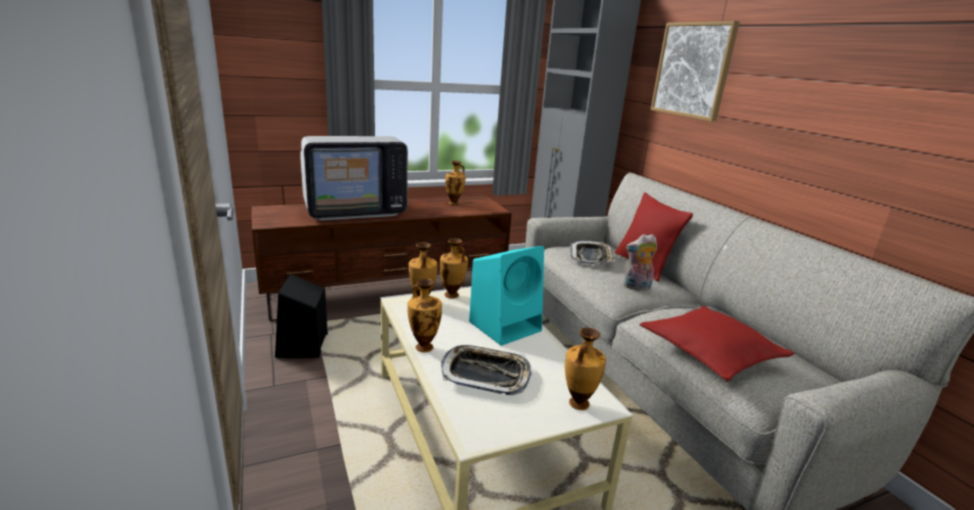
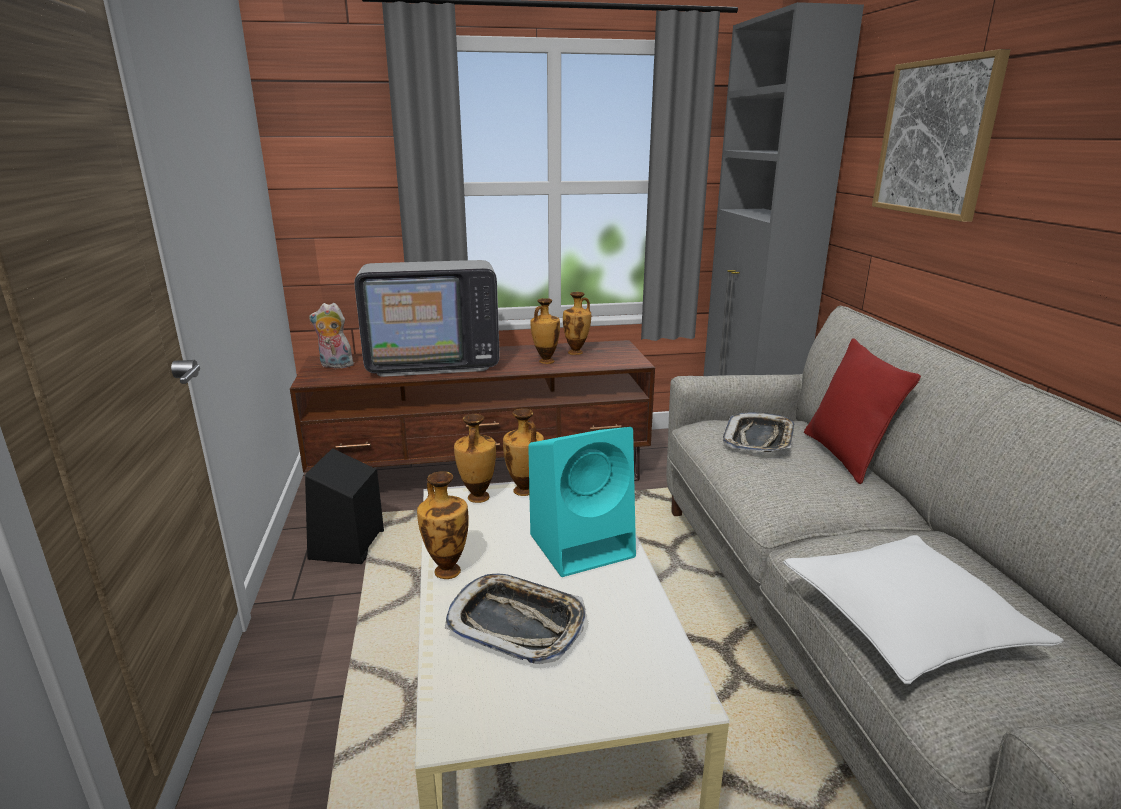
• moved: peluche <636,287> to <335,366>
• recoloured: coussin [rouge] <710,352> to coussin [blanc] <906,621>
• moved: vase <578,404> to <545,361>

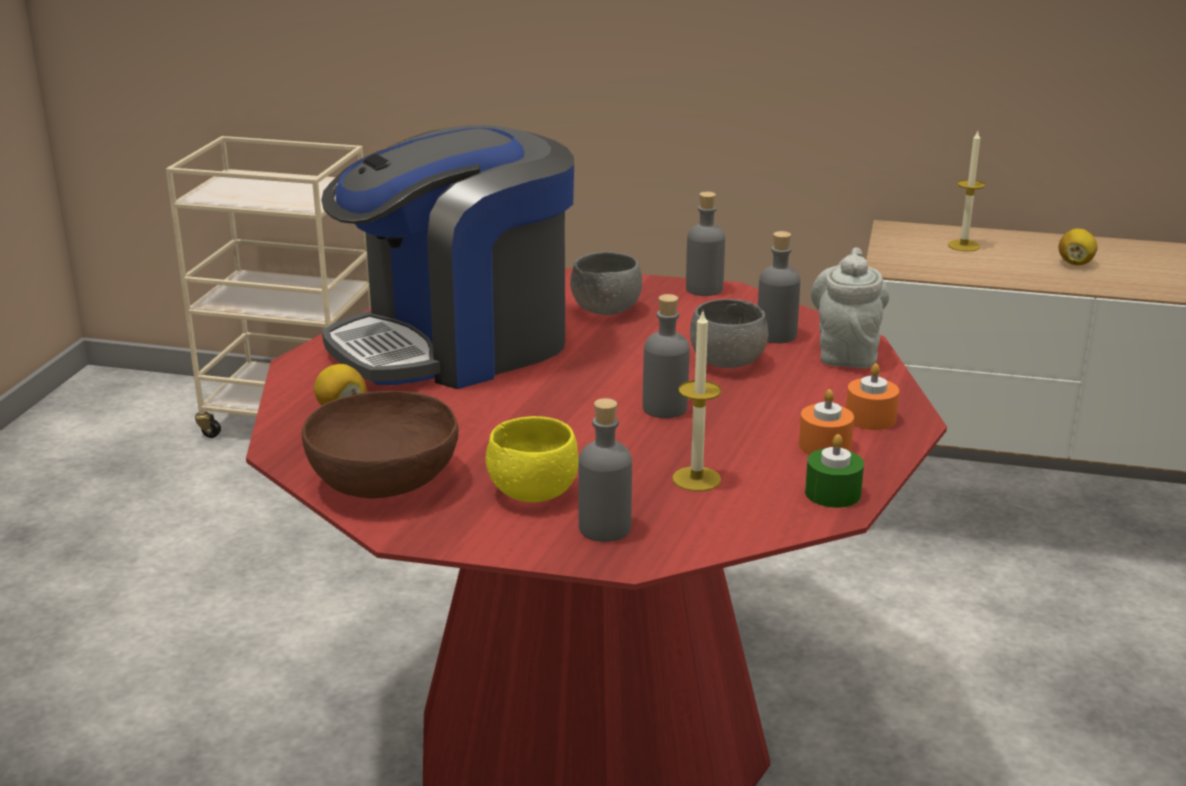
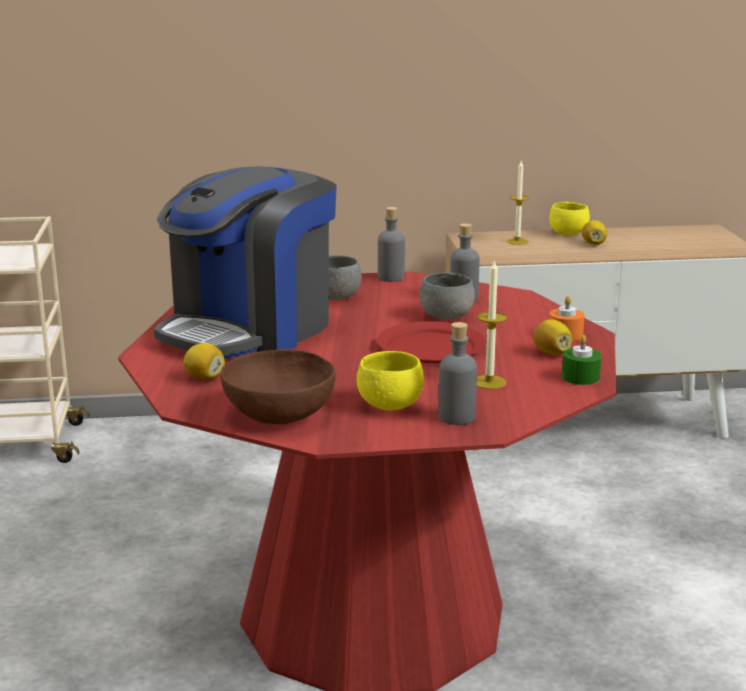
• removed: théière [gris] <846,352>
• replaced: bouteille [gris] <665,408> to assiette [rouge] <431,347>
• replaced: bougie [orange] <824,445> to citron <551,353>
• added: bol [jaune] <568,233>

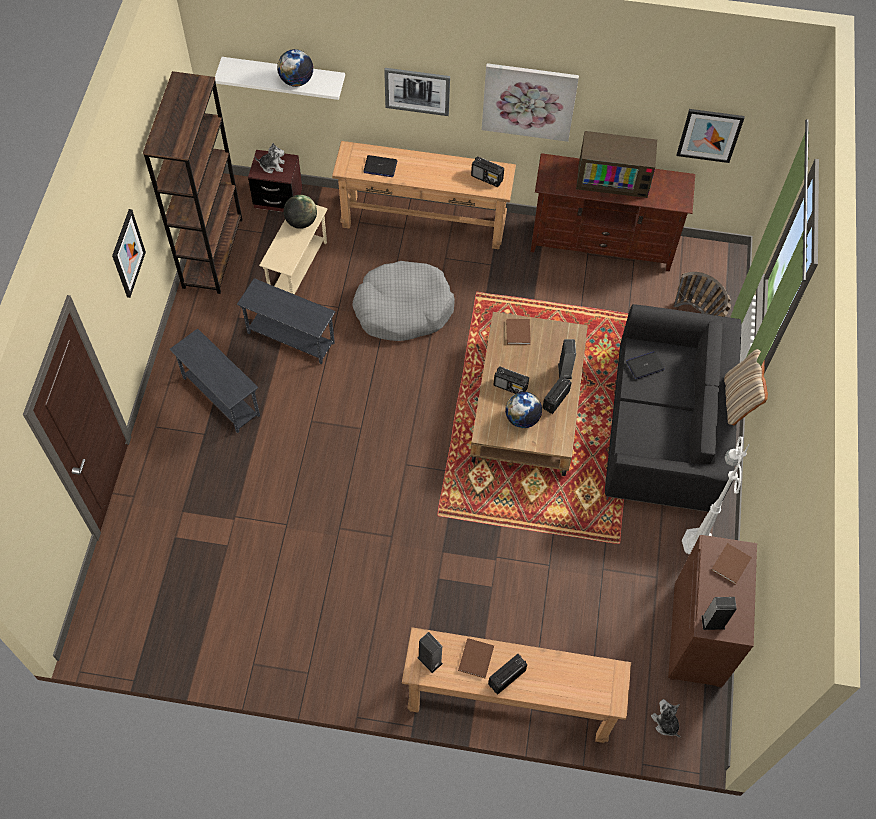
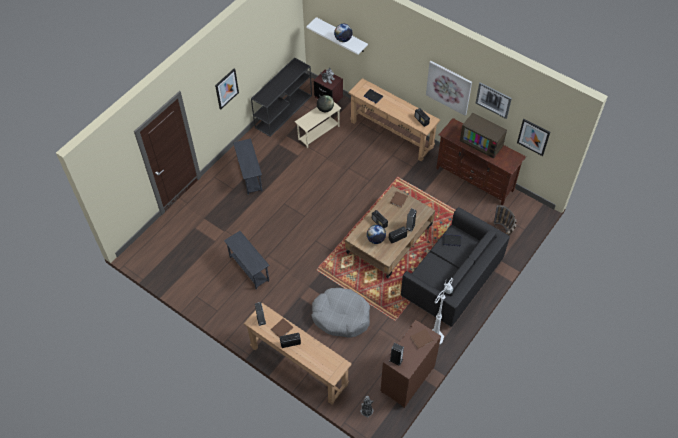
• moved: tableau <417,91> to <493,100>
• replaced: bibliothèque [marron] <212,253> to table console [noir] <284,111>
• moved: panier pour chien [gris] <403,309> to <341,316>
• moved: table d'appoint [gris] <290,338> to <249,269>
• removed: coussin [beige] <738,401>

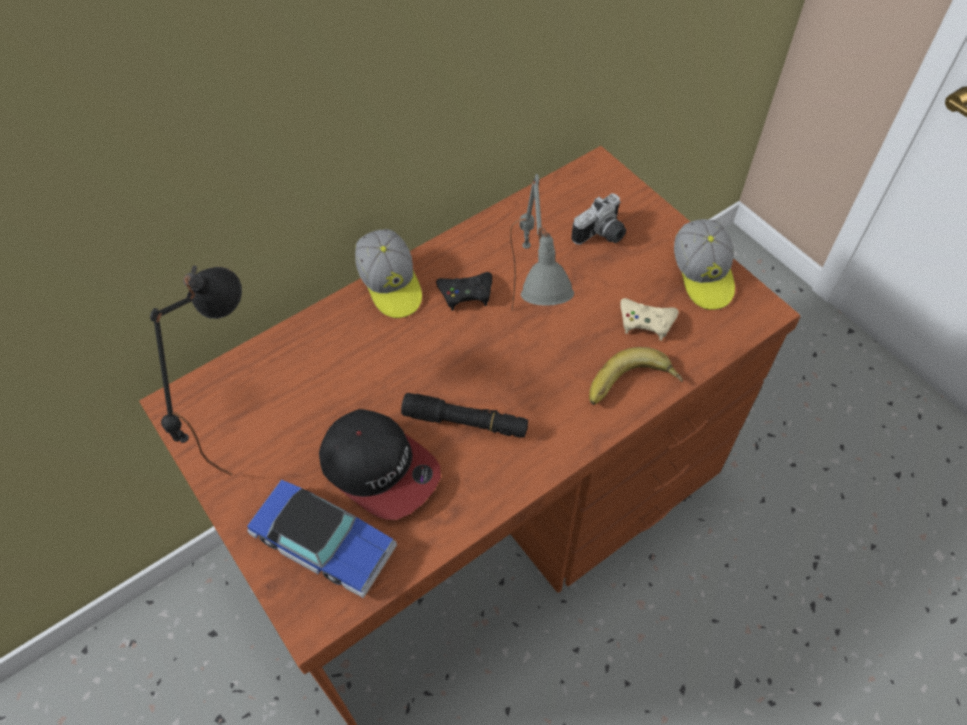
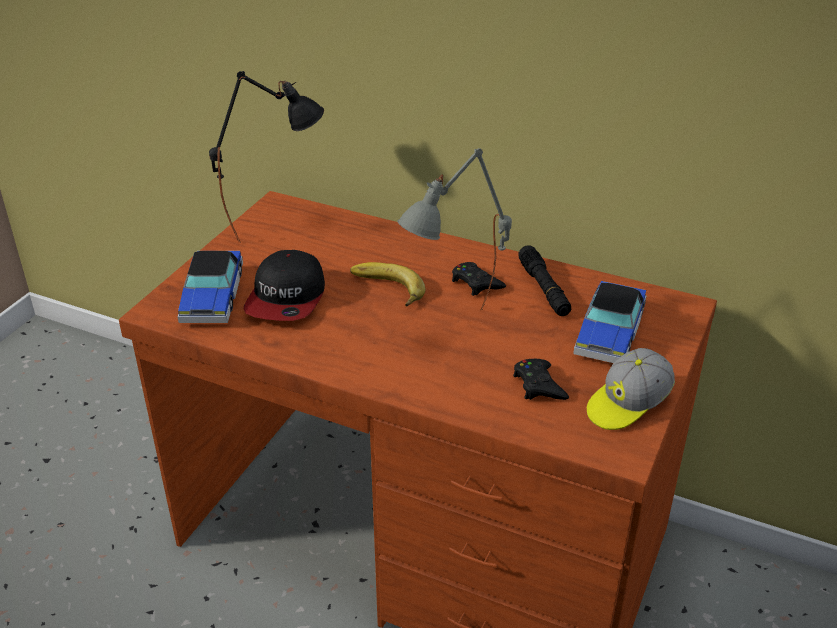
• replaced: appareil photo <602,235> to petite voiture <610,332>
• removed: casquette <390,284>
• recoloured: manette [beige] <646,321> to manette [noir] <538,385>
• moved: banane <632,387> to <385,289>
• moved: lampe de poche [noir] <465,422> to <544,289>

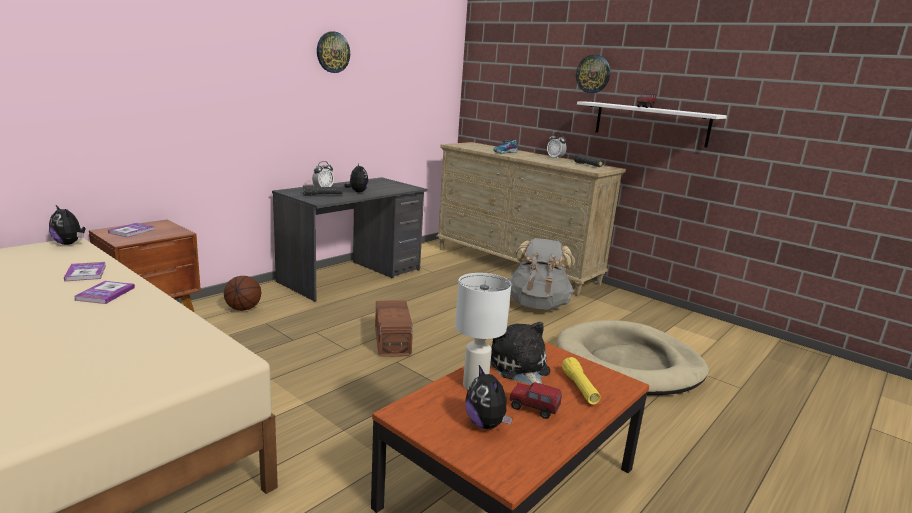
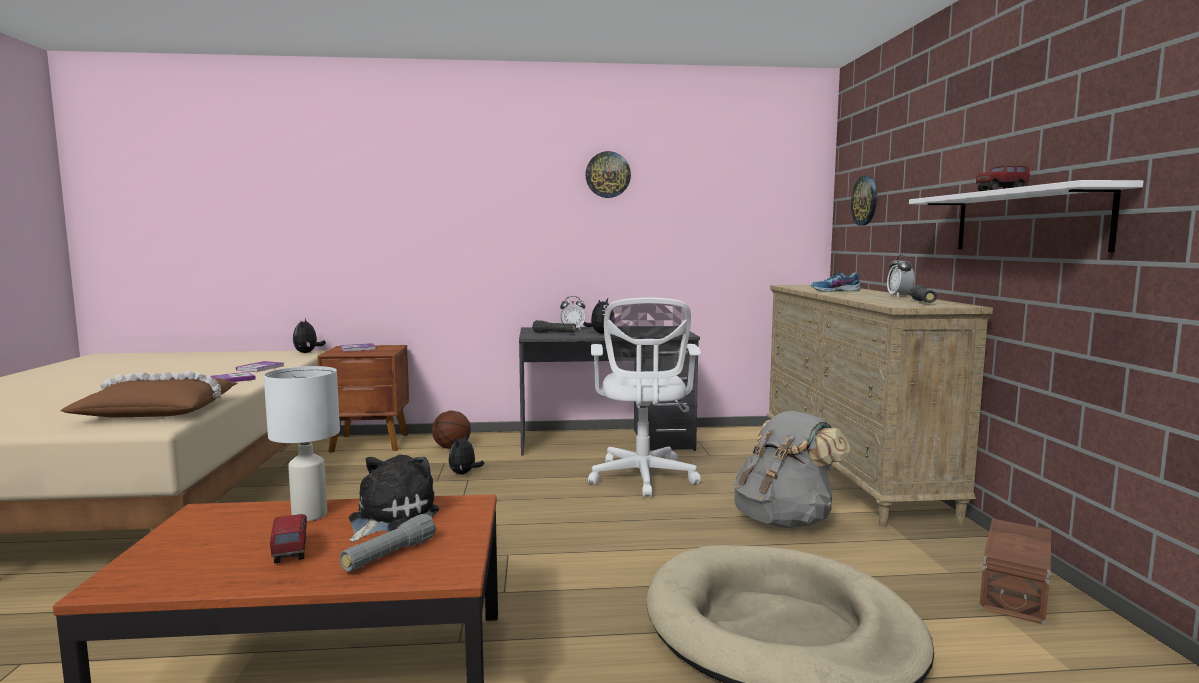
• moved: horloge murale <593,74> to <865,200>
• moved: boîte de rangement [marron] <393,341> to <1016,592>
• recoloured: lampe de poche [jaune] <579,388> to lampe de poche [gris] <389,555>
• moved: peluche <486,424> to <464,473>
• added: chaise de bureau [blanc] <643,478>
• added: coussin [marron] <159,410>

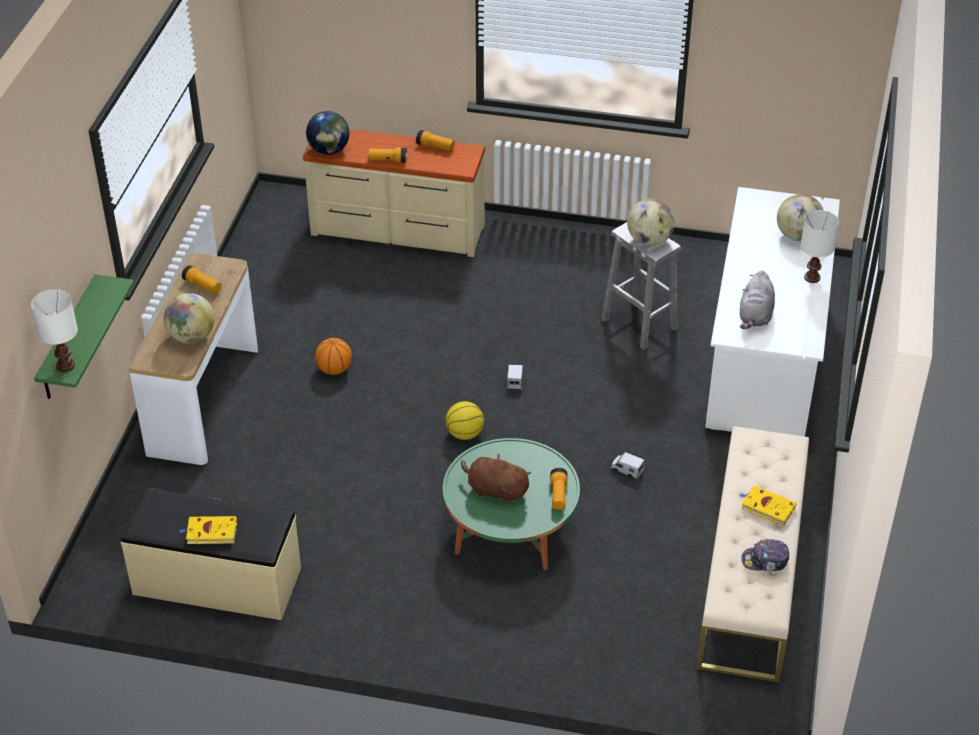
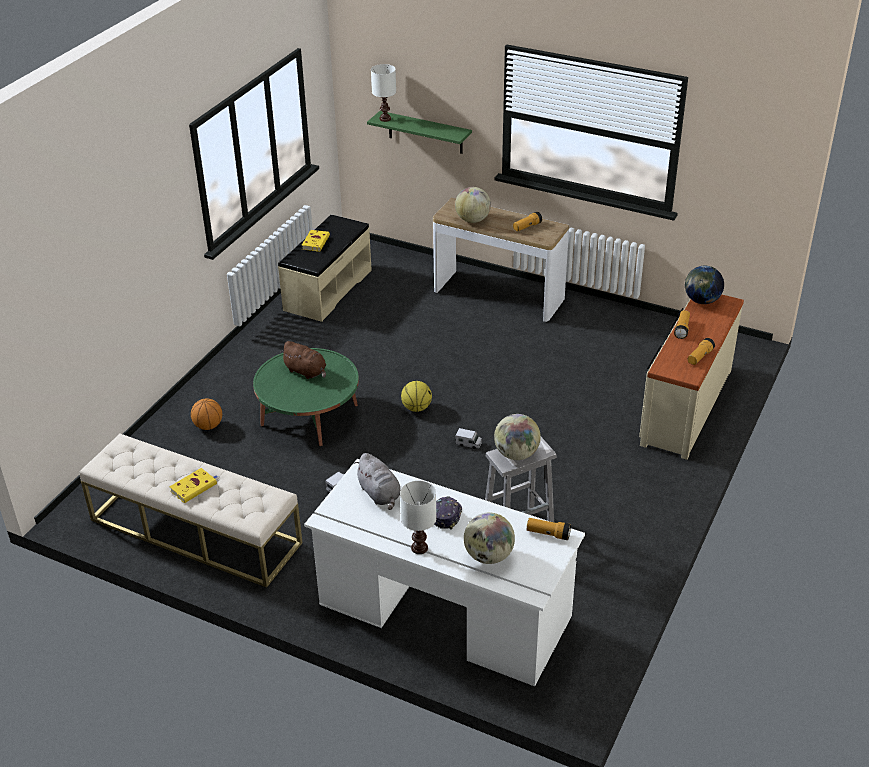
• turned: peluche [gris] <755,316> = <380,494> 150 degrees counterclockwise
• moved: ballon de basket <334,369> to <208,426>
• turned: peluche [marron] <495,491> = <306,372> 90 degrees clockwise
• moved: lampe de poche <558,495> to <548,534>
• moved: casquette <765,561> to <446,515>

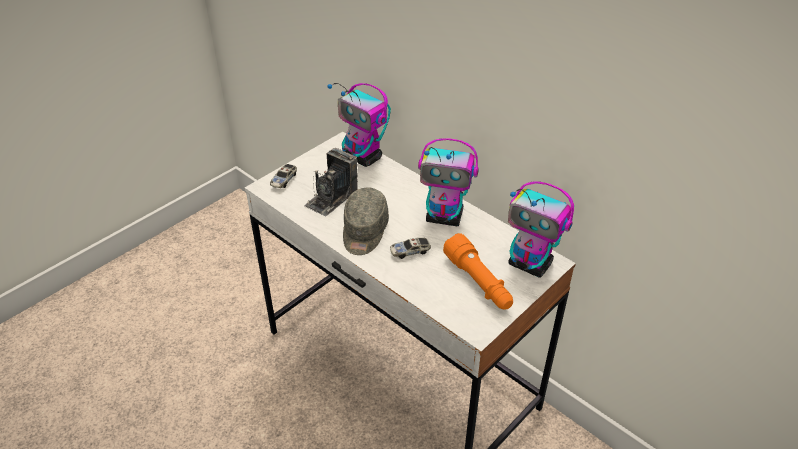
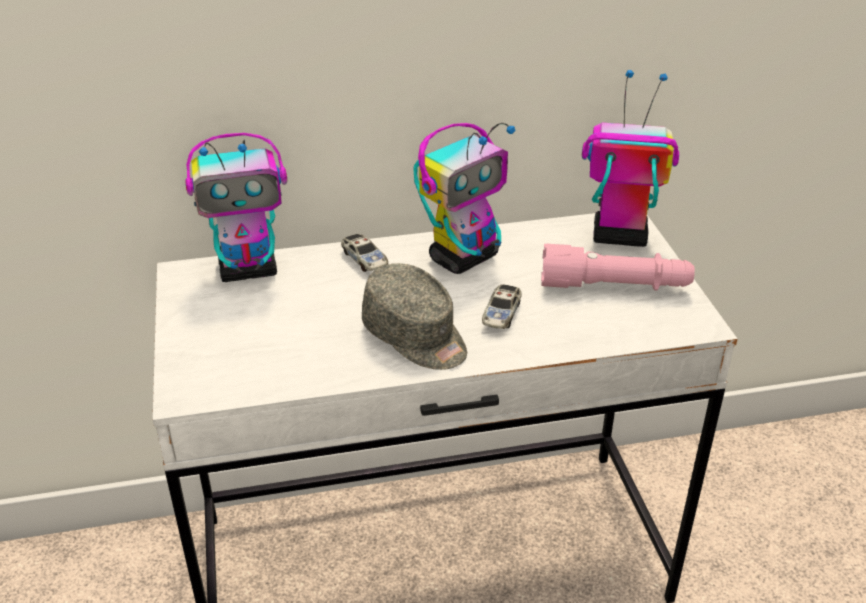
• removed: appareil photo <331,198>
• moved: petite voiture <284,180> to <365,260>
• turned: robot jouet <531,265> = <618,236> 150 degrees counterclockwise
• recoloured: lampe de poche [orange] <478,282> to lampe de poche [rose] <614,286>

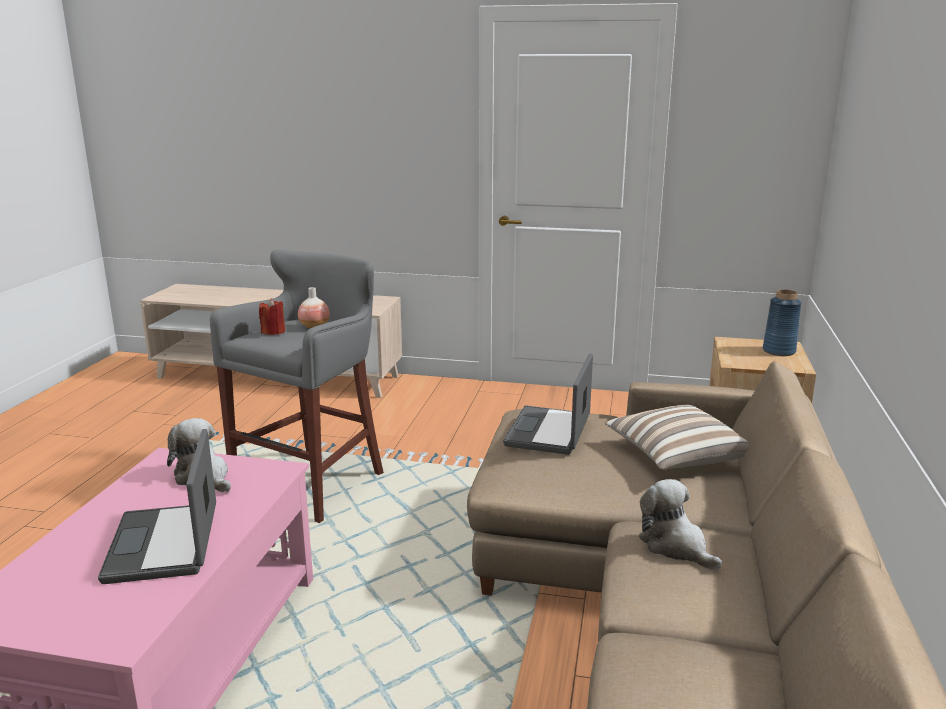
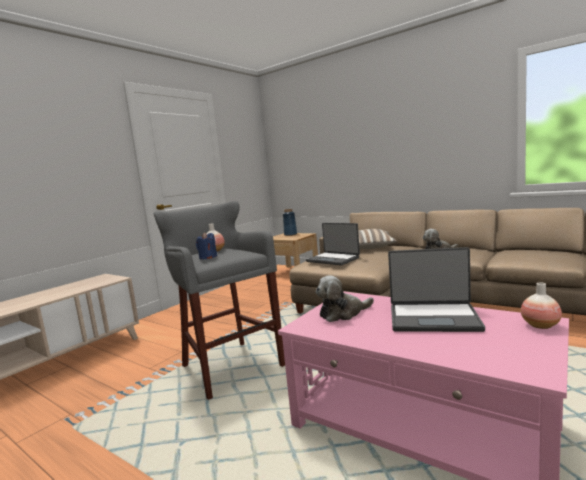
• recoloured: bougie [rouge] <273,331> to bougie [bleu] <208,257>
• added: vase <540,325>

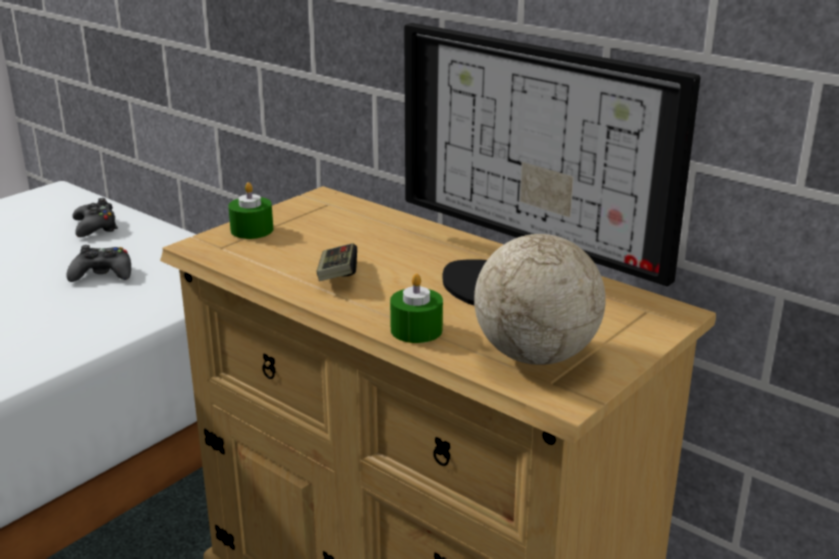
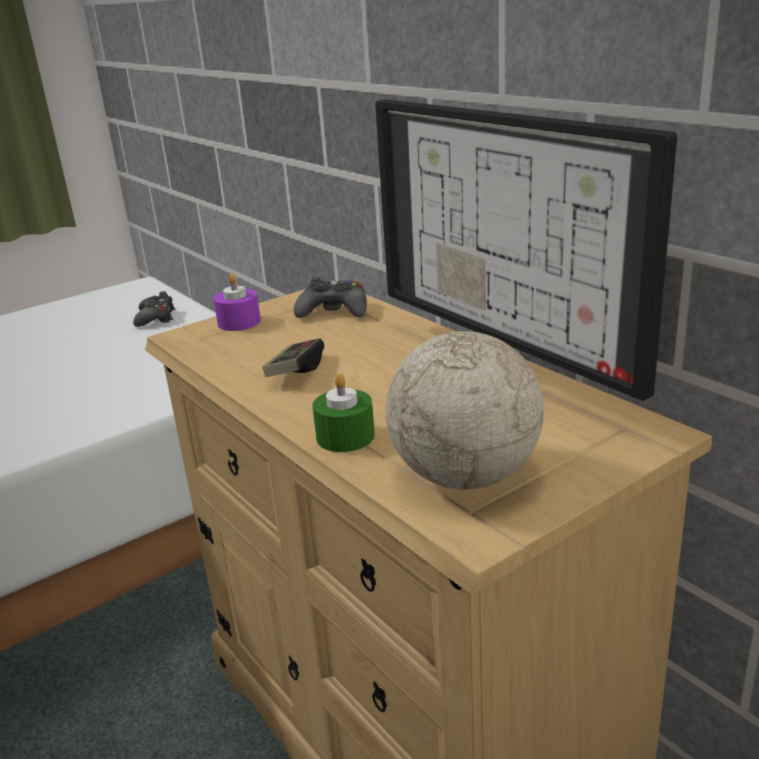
• recoloured: bougie [vert] <252,230> to bougie [violet] <239,322>
• moved: manette [noir] <103,274> to <334,311>

